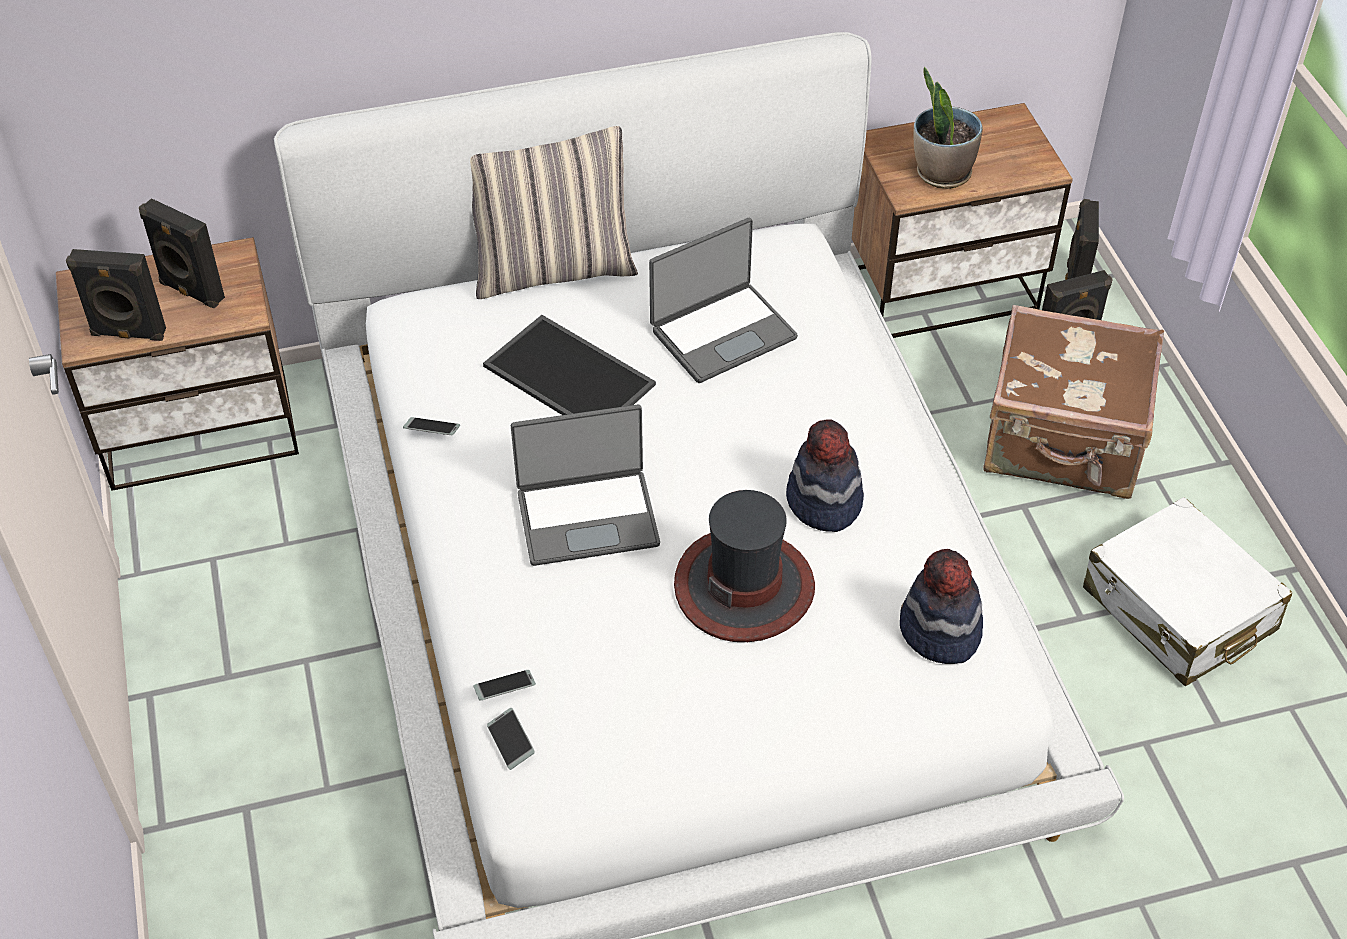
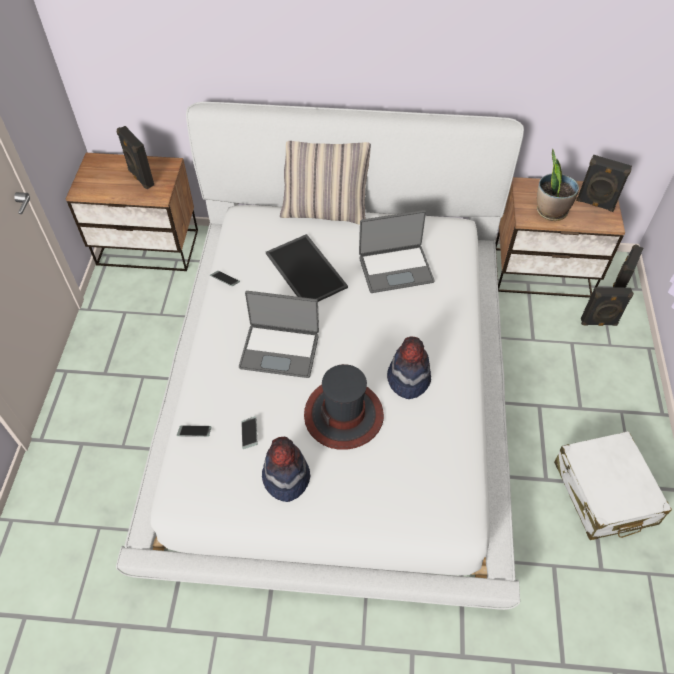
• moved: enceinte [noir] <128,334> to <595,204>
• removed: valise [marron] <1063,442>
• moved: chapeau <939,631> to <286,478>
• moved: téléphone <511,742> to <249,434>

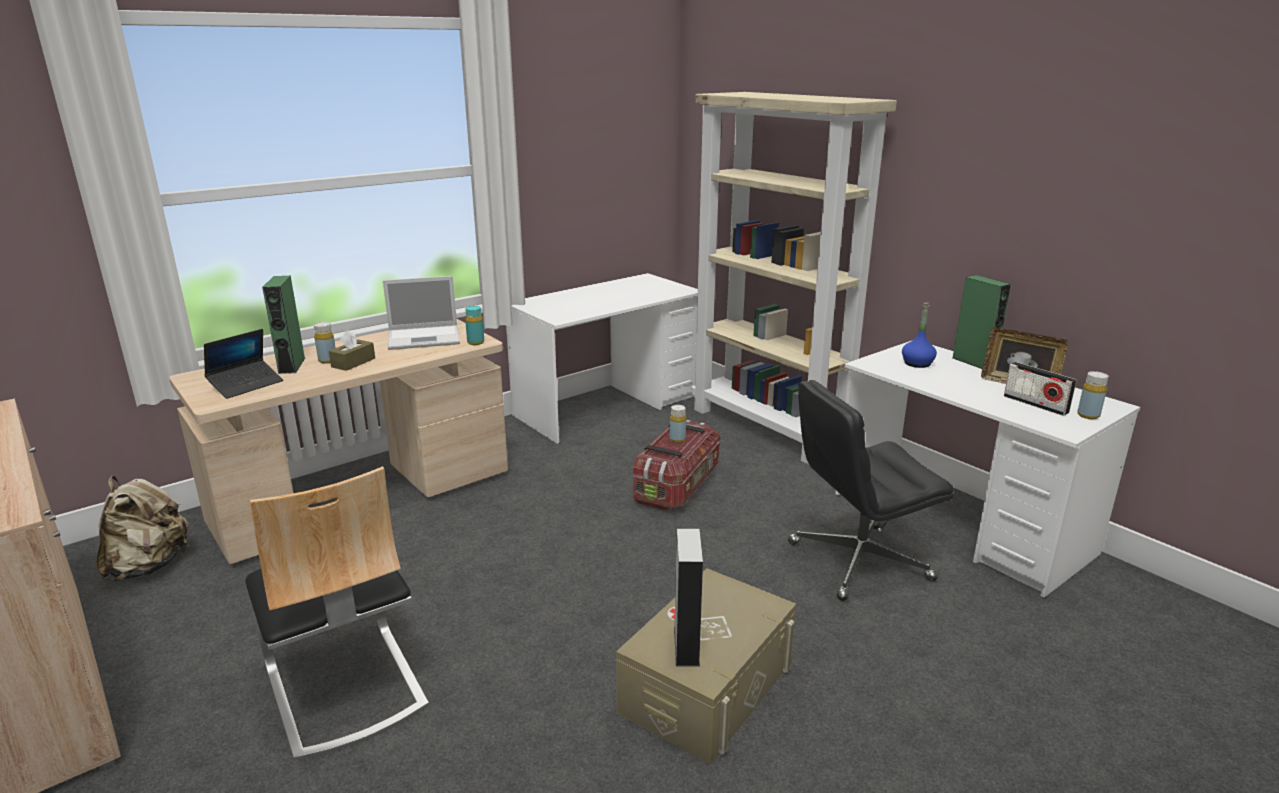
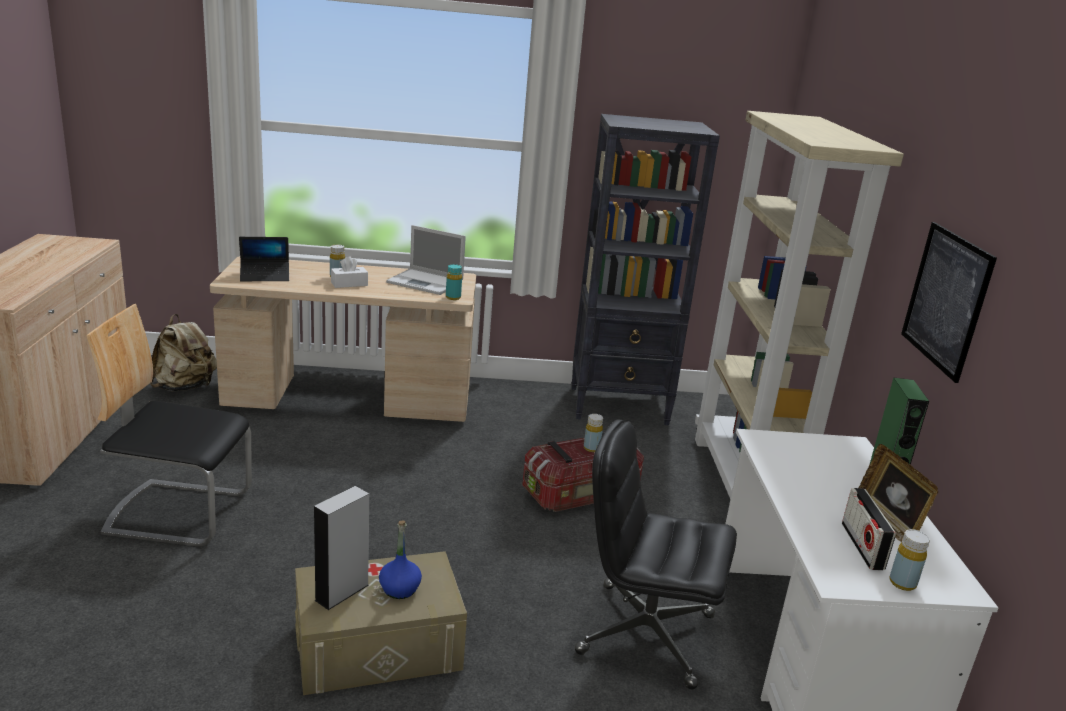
• replaced: bureau [blanc] <607,407> to bibliothèque [noir] <619,406>
• removed: enceinte [vert] <291,365>
• moved: bouteille [bleu] <917,363> to <399,589>
• recoloured: boîte à mouchoirs [marron] <353,362> to boîte à mouchoirs [blanc] <349,284>
• turned: chaise <344,688> = <179,512> 90 degrees clockwise
• added: tableau <946,299>

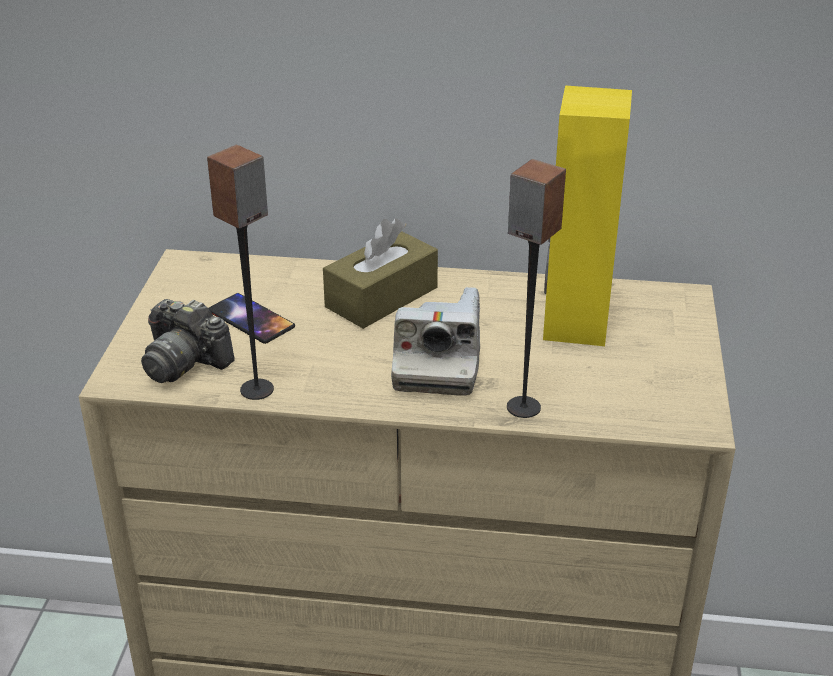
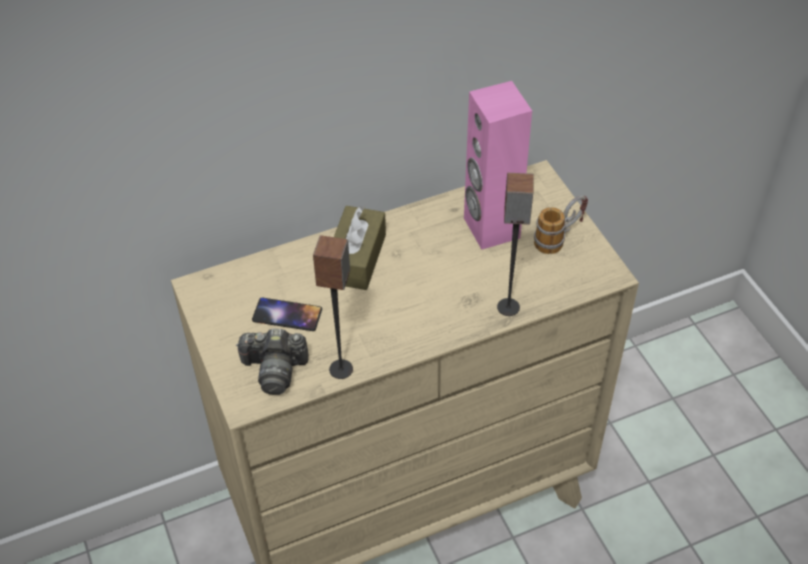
• recoloured: enceinte [jaune] <574,324> to enceinte [rose] <490,228>
• removed: appareil photo <437,364>
• added: mug <559,238>

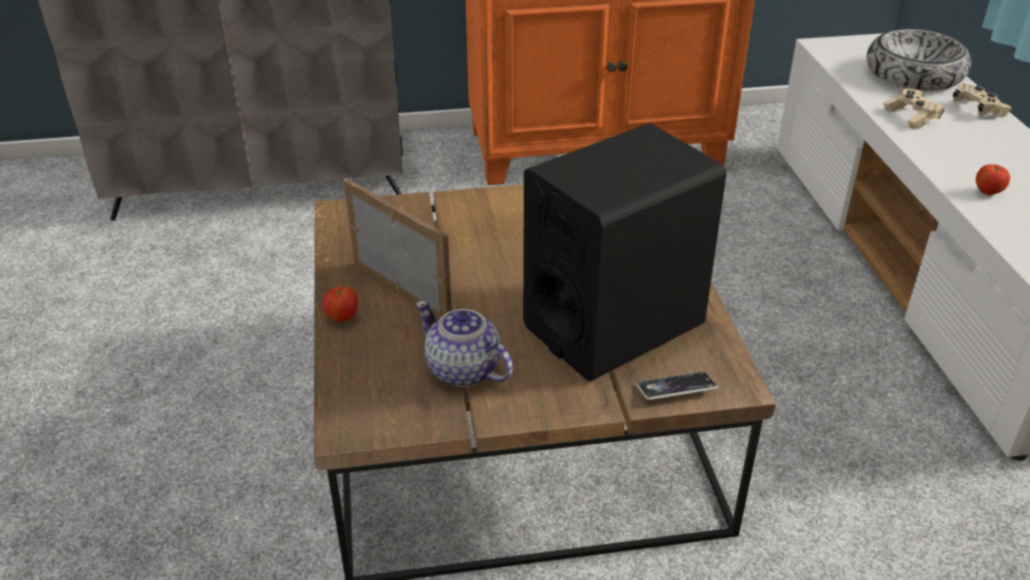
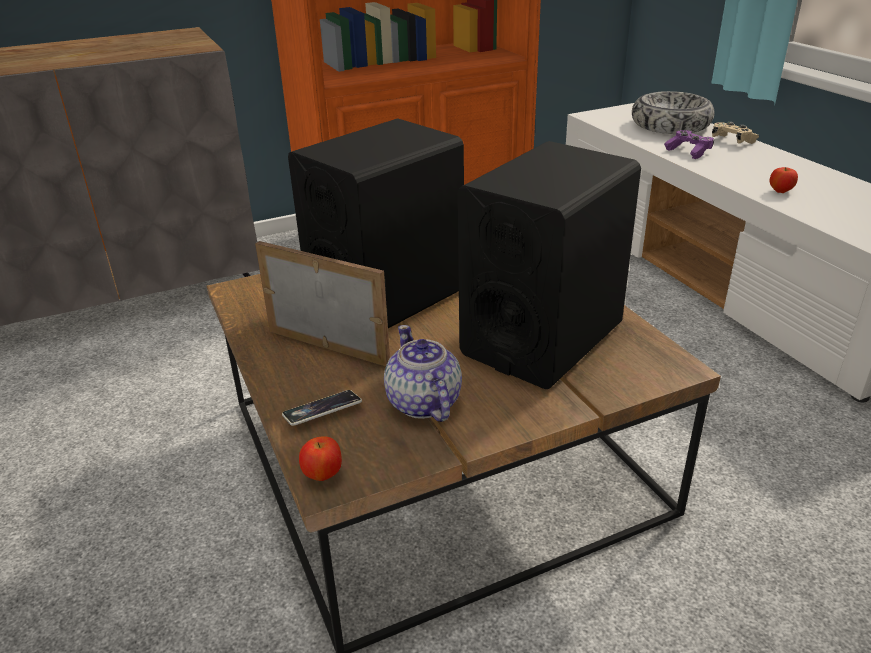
• recoloured: manette [beige] <911,117> to manette [violet] <688,151>
• moved: pomme <343,318> to <323,475>
• turned: théière <463,370> = <423,403> 45 degrees clockwise
• moved: téléphone <676,389> to <322,411>
• added: enceinte [noir] <387,298>

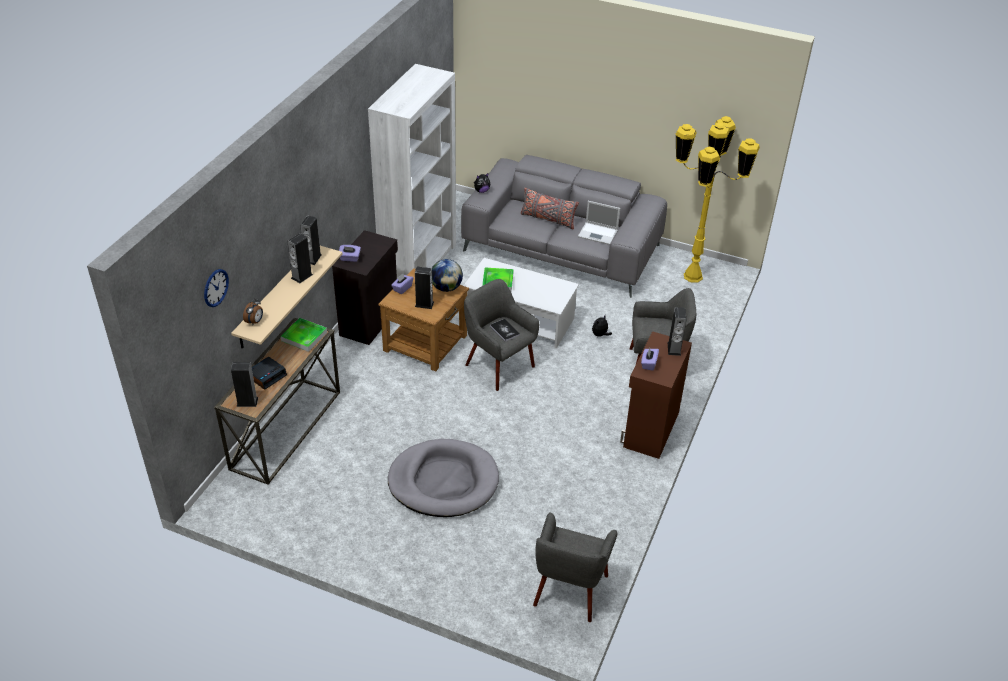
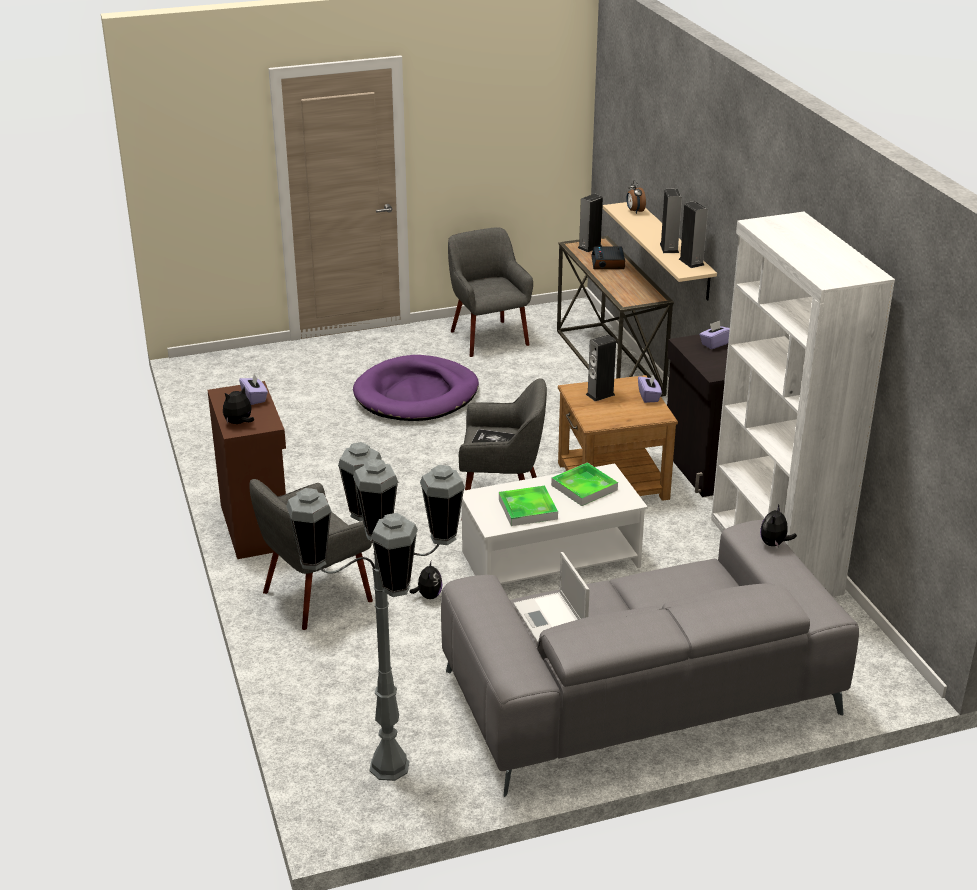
• recoloured: lampadaire [jaune] <693,276> to lampadaire [gris] <389,767>
• removed: coussin [gris] <548,219>
• turned: ordinateur portable <598,233> = <551,619> 90 degrees counterclockwise
• removed: globe <446,288>
• removed: horloge murale <216,287>
• replaced: enceinte <674,349> to peluche <239,423>
• moved: plateau <304,336> to <528,509>
• recoloured: panier pour chien [gris] <443,481> to panier pour chien [violet] <416,394>
• moved: fauteuil [gris] <569,590> to <488,337>

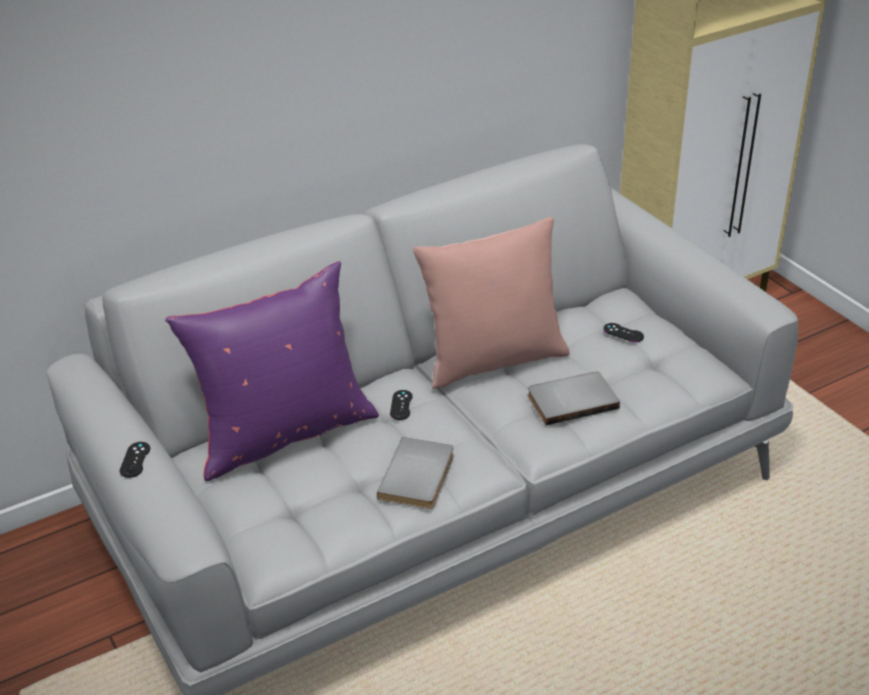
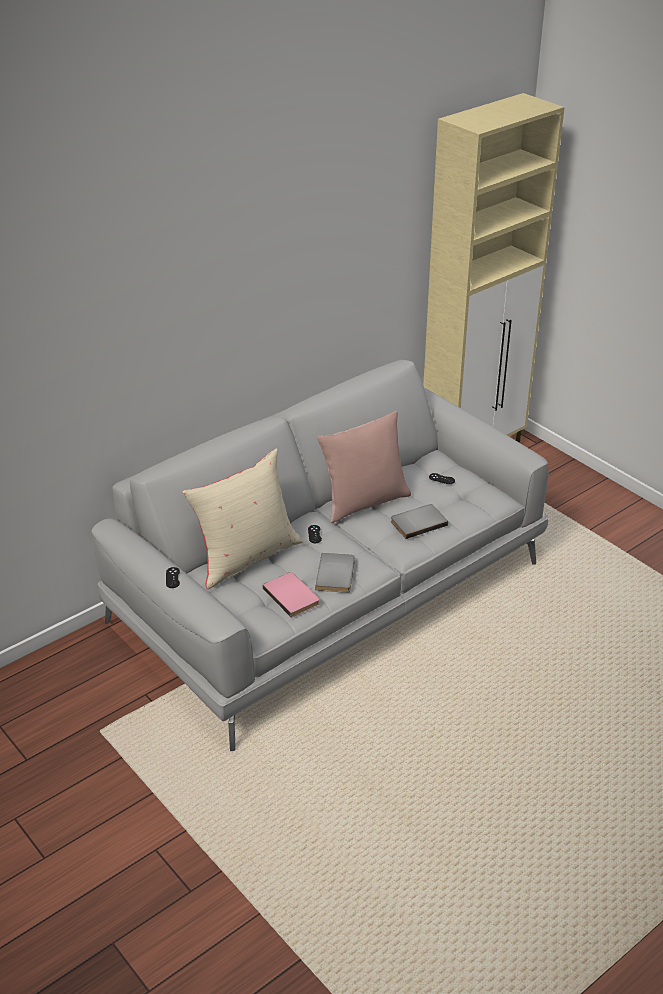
• recoloured: coussin [violet] <283,433> to coussin [beige] <246,557>
• added: livre [rose] <293,595>

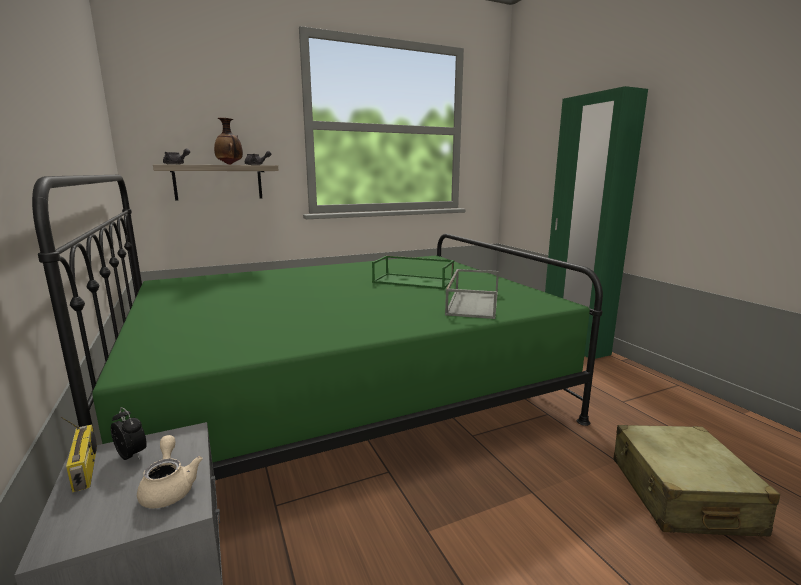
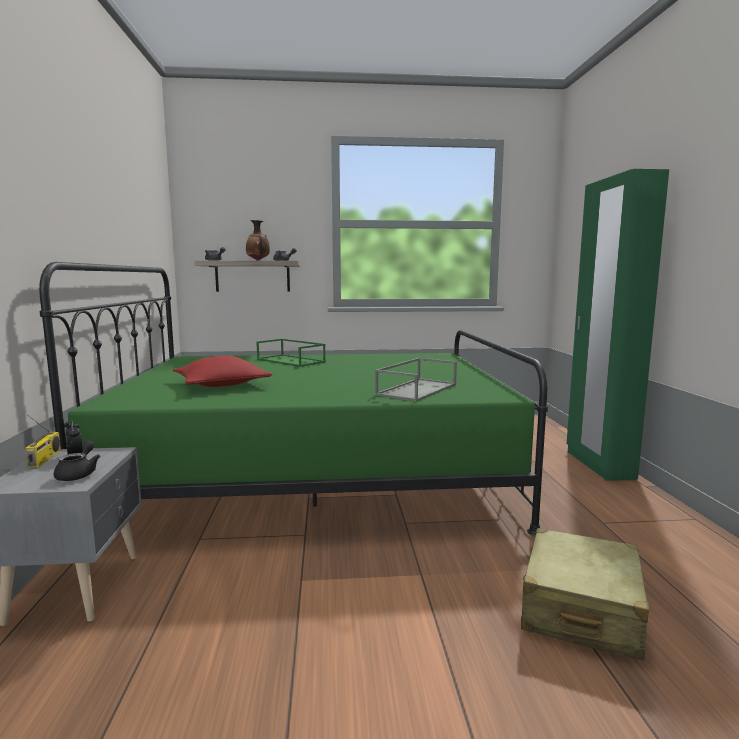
• moved: plateau [vert] <414,281> to <291,360>
• recoloured: théière [beige] <169,488> to théière [noir] <79,474>
• added: coussin [rouge] <222,384>

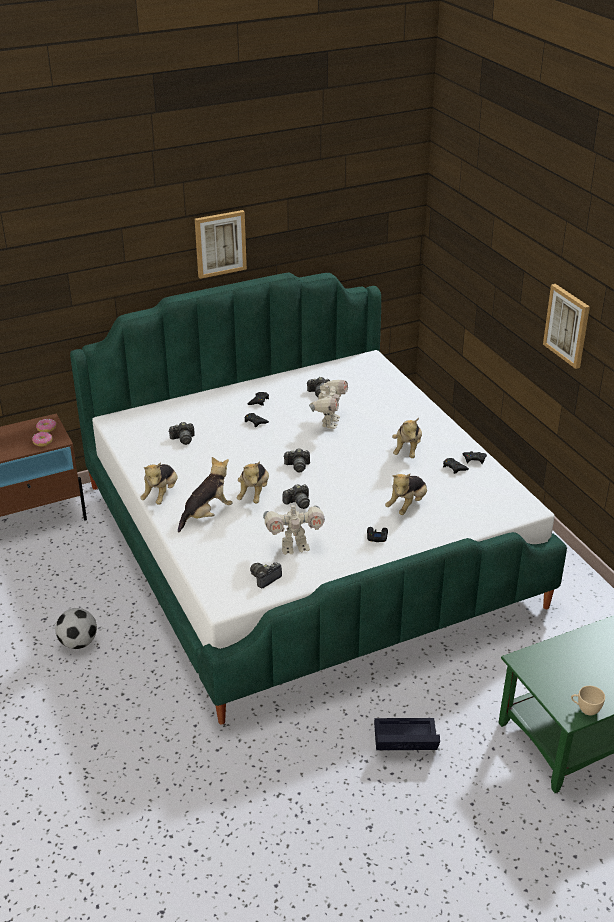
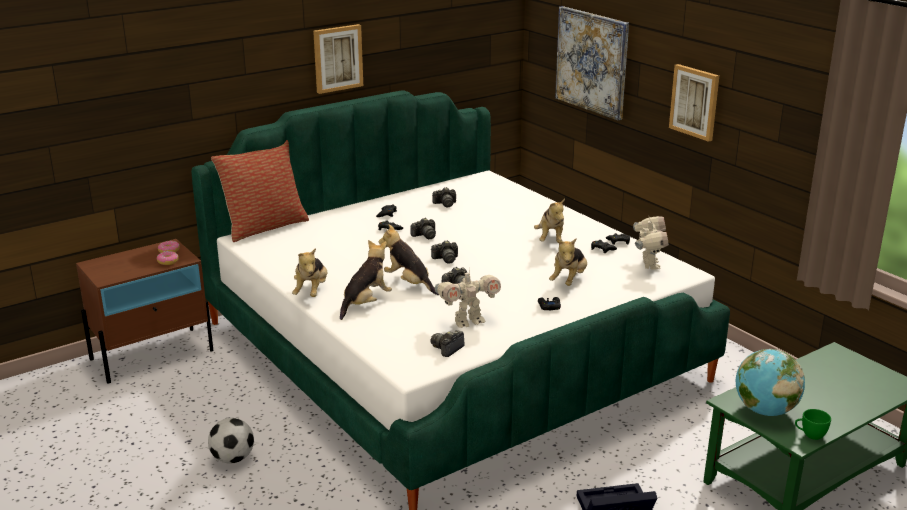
• moved: robot jouet <329,422> to <648,264>
• moved: appareil photo <183,439> to <425,236>
• turned: peluche <254,493> = <409,283> 135 degrees clockwise
• recoloured: tasse [beige] <585,709> to tasse [vert] <810,435>
• added: tableau <592,62>
• added: coussin <264,227>
• added: globe <765,411>

